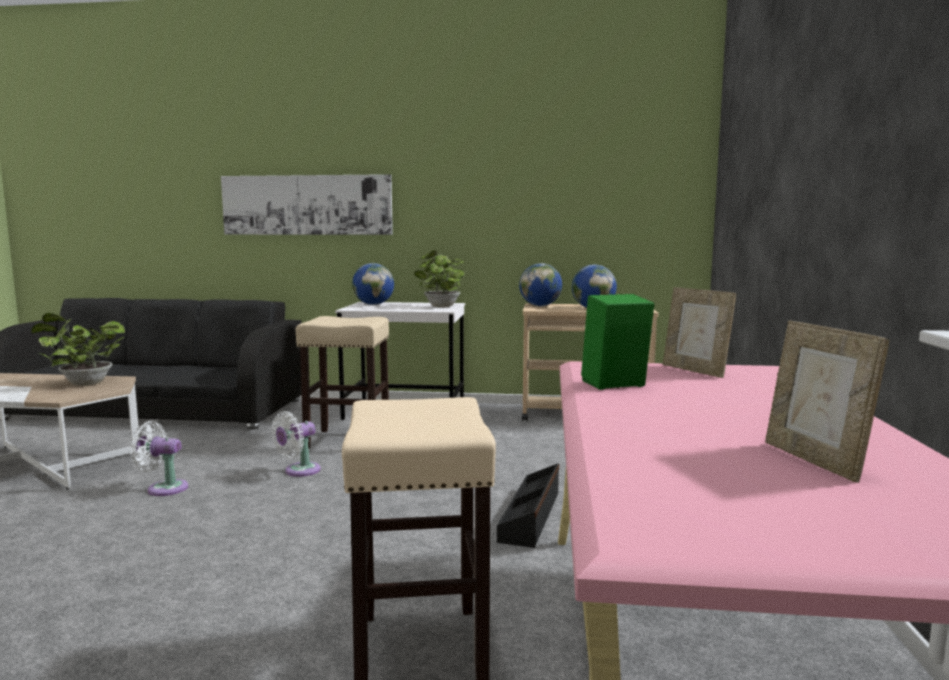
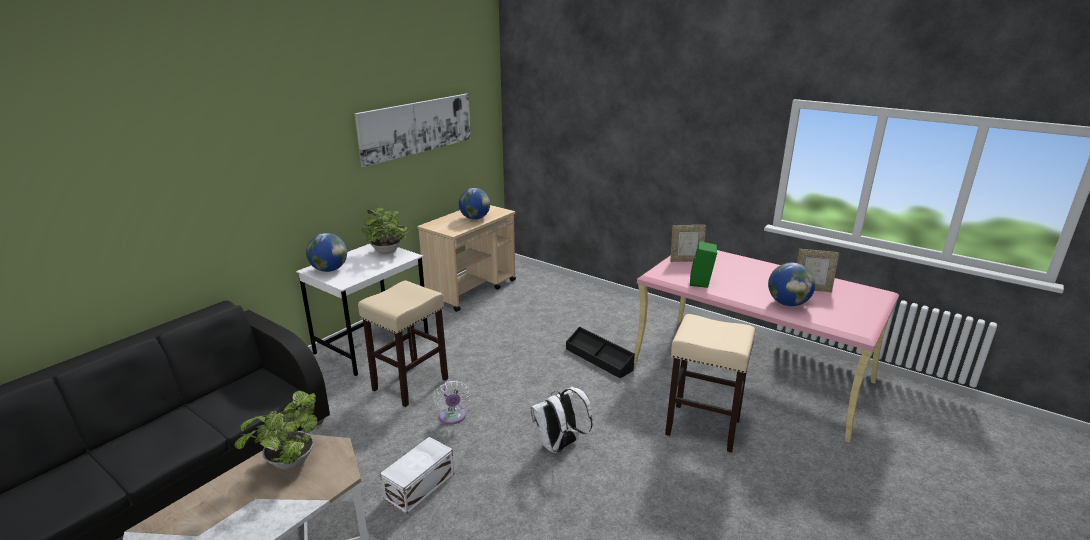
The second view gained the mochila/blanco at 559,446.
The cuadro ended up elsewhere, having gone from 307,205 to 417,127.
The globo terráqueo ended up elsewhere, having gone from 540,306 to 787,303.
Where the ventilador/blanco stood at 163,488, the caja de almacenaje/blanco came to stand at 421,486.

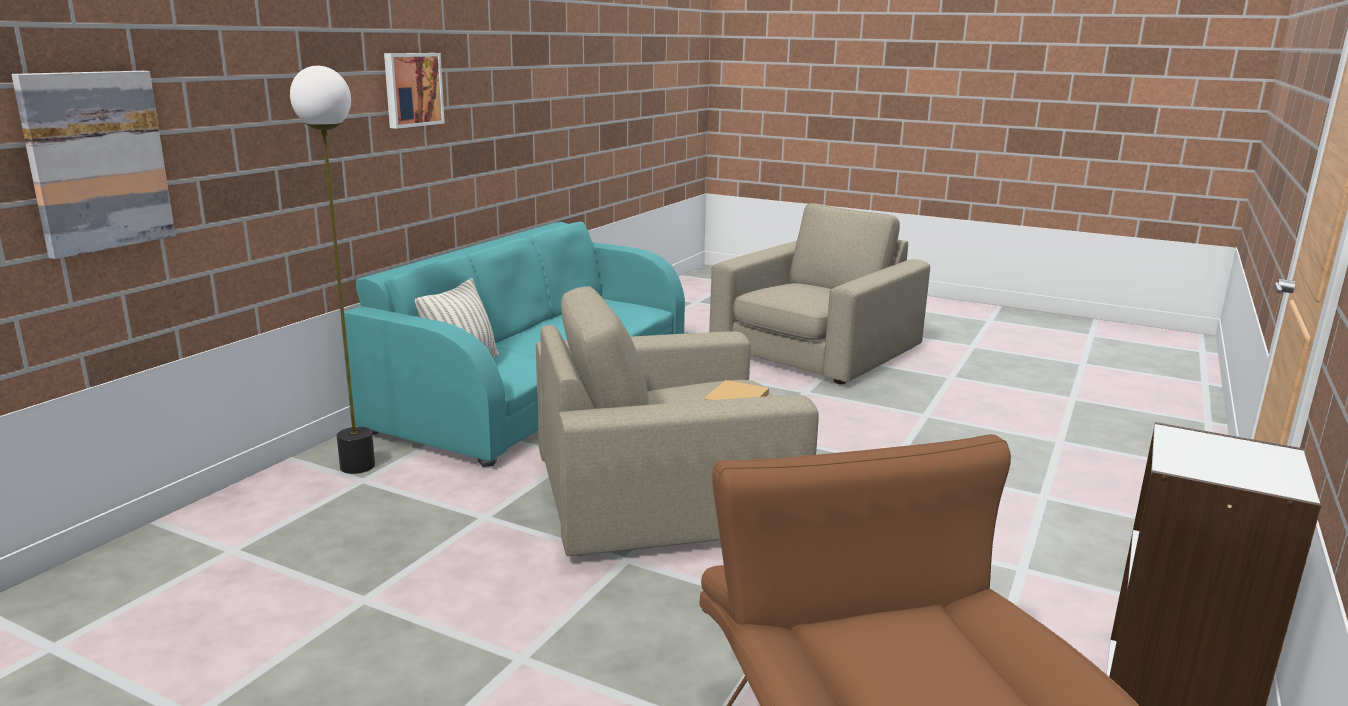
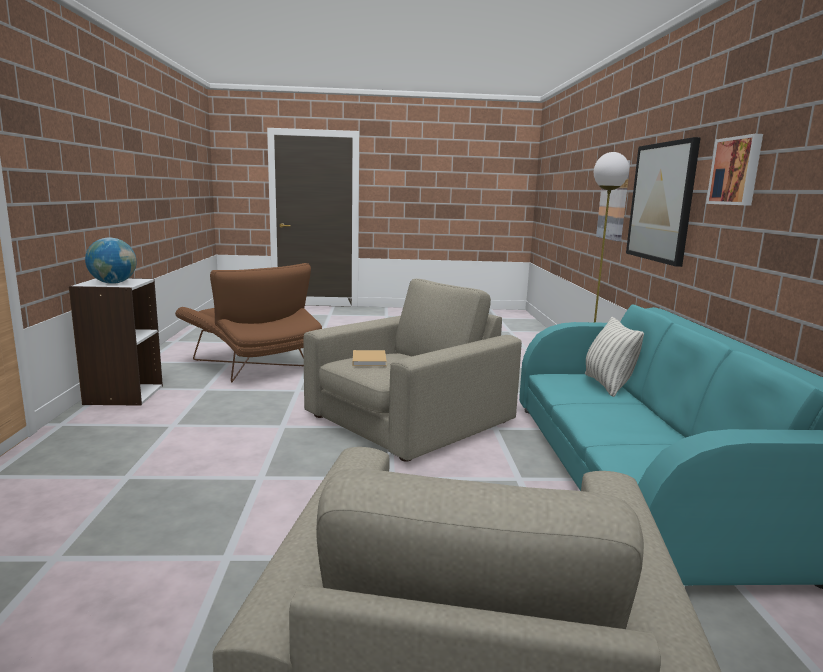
The second view gained the globo terráqueo at 113,283.
The second view gained the cuadro at 661,202.

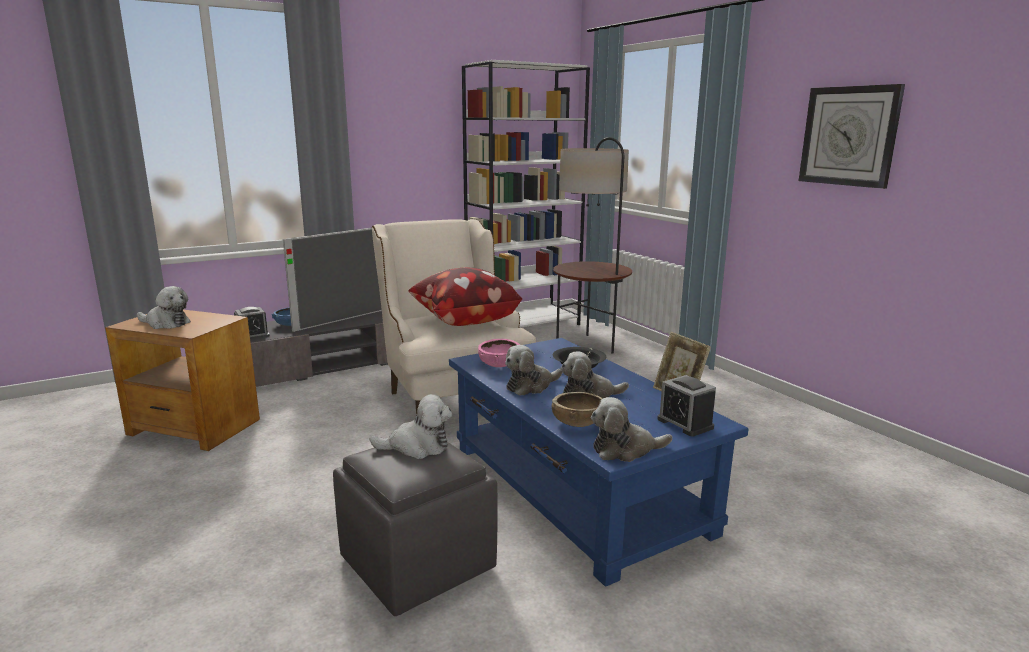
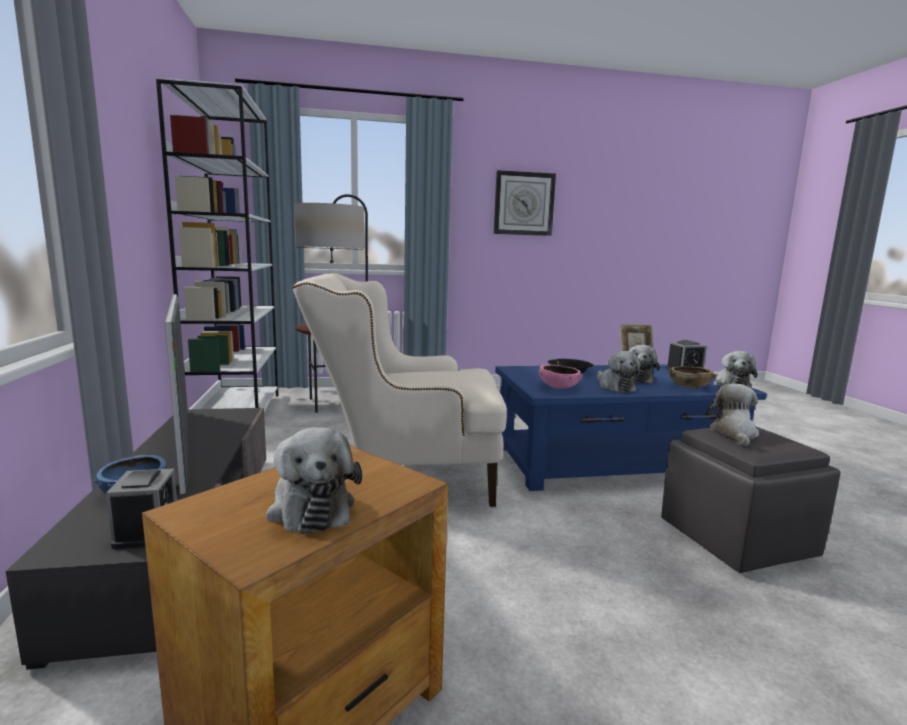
The second view lost the cojín at 463,321.
The peluche at 166,323 ended up facing another way, 120 degrees clockwise from before.

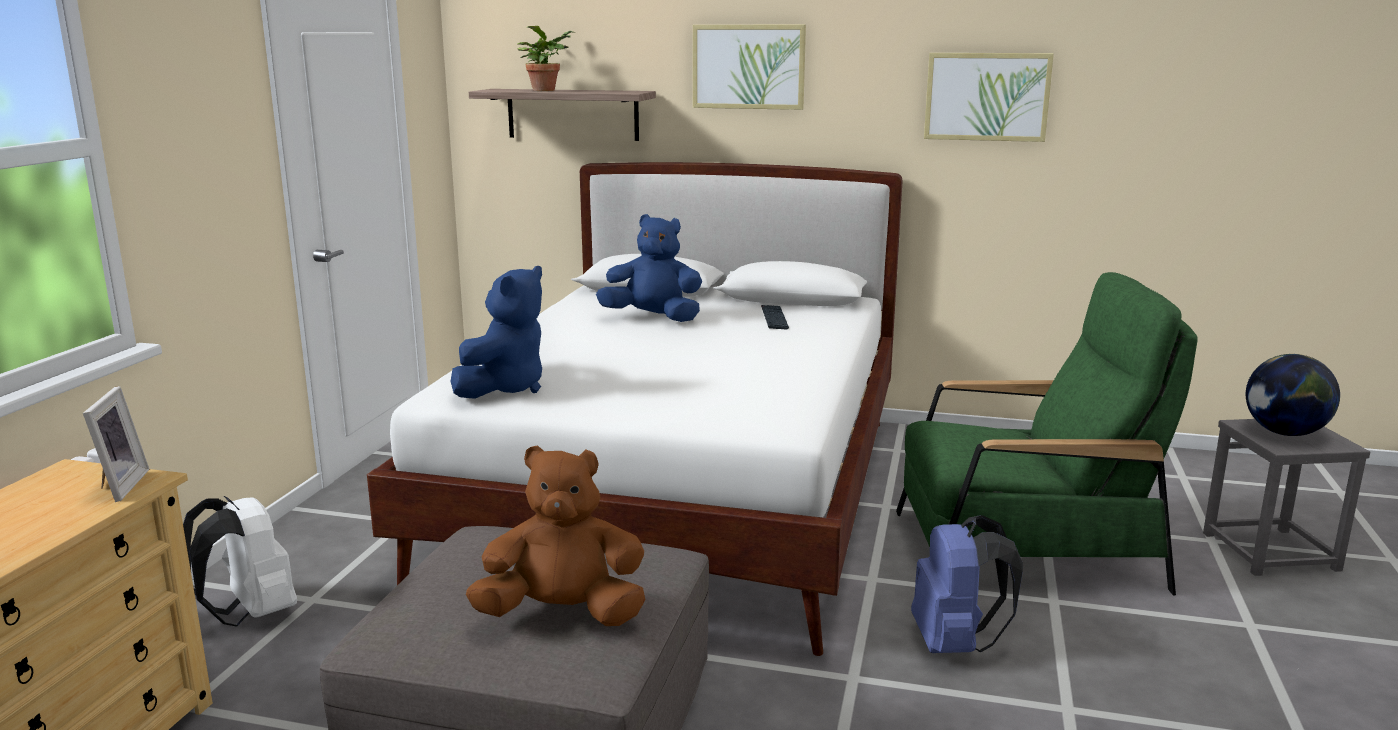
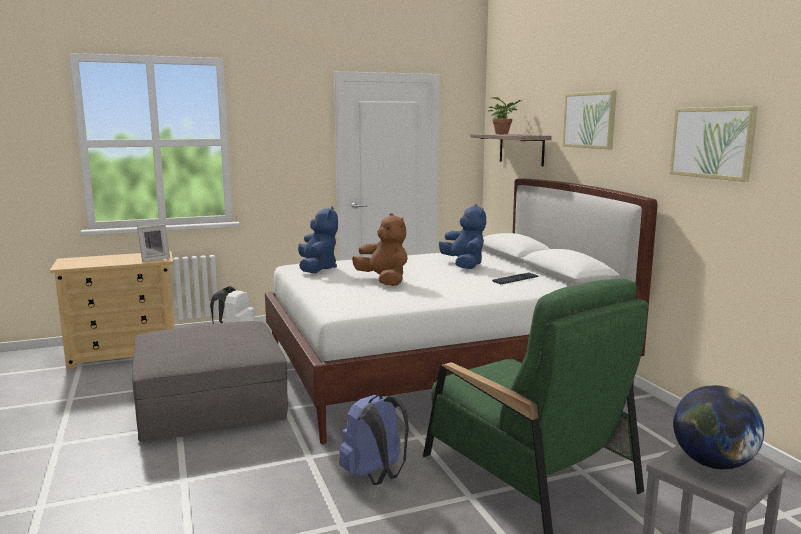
The peluche/marrón ended up elsewhere, having gone from 563,614 to 384,281.
The peluche/azul at 505,387 ended up facing another way, 90 degrees counterclockwise from before.

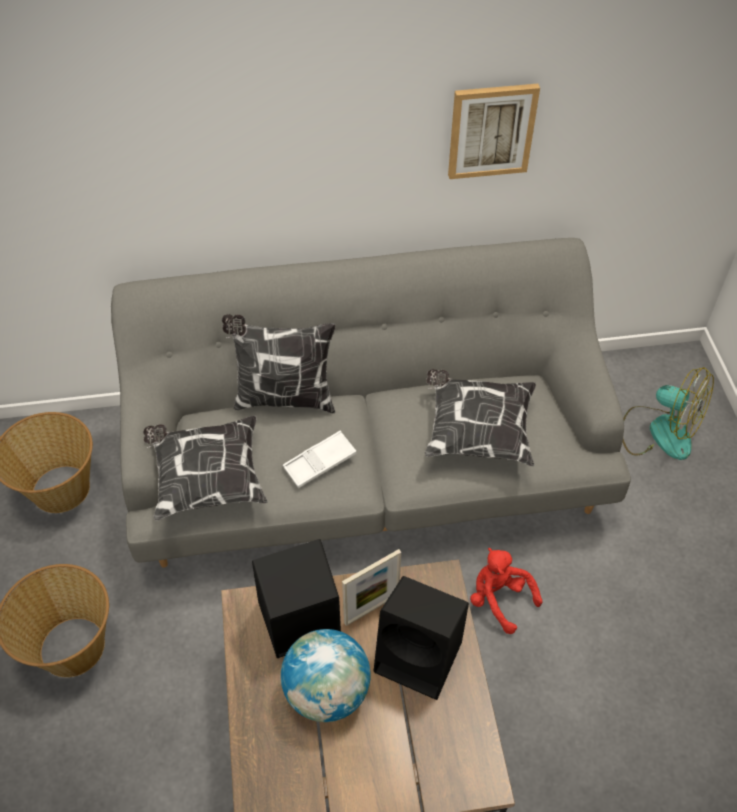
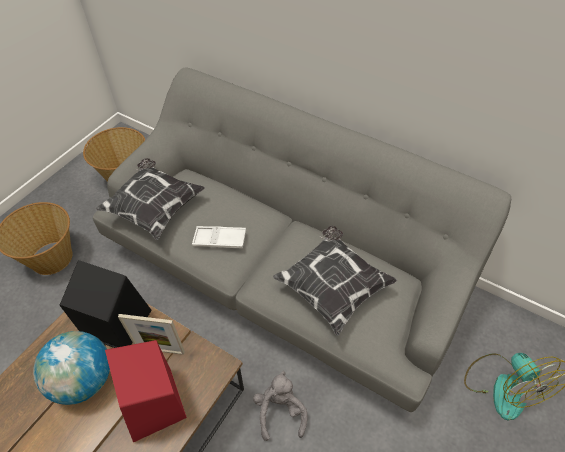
The second view lost the cojín at 283,398.
The second view lost the cuadro at 491,130.
What was the altavoz/negro at 420,657 turned into the altavoz/rojo at 154,405.
What was the peluche/rojo at 499,599 turned into the peluche/gris at 280,411.

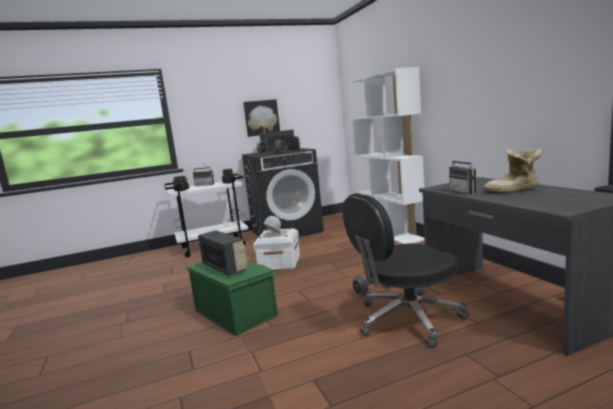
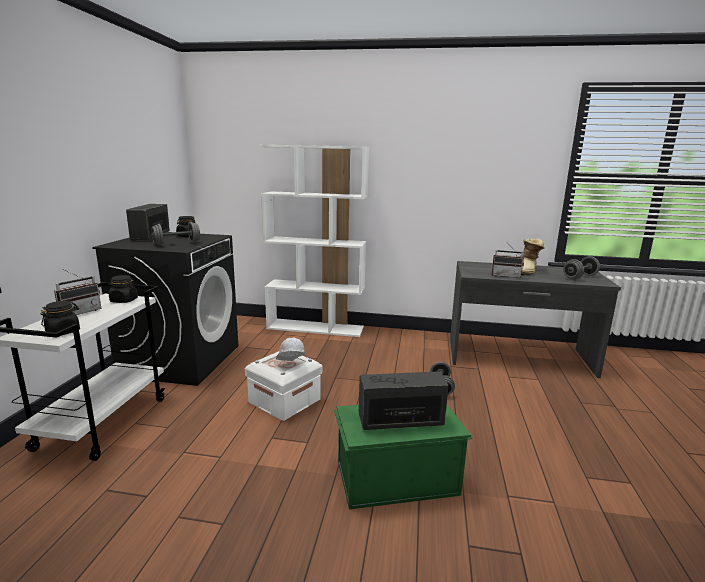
The second view lost the cuadro at 261,118.
The second view lost the silla de oficina/negro at 406,320.
The second view gained the mancuerna/gris at 580,277.

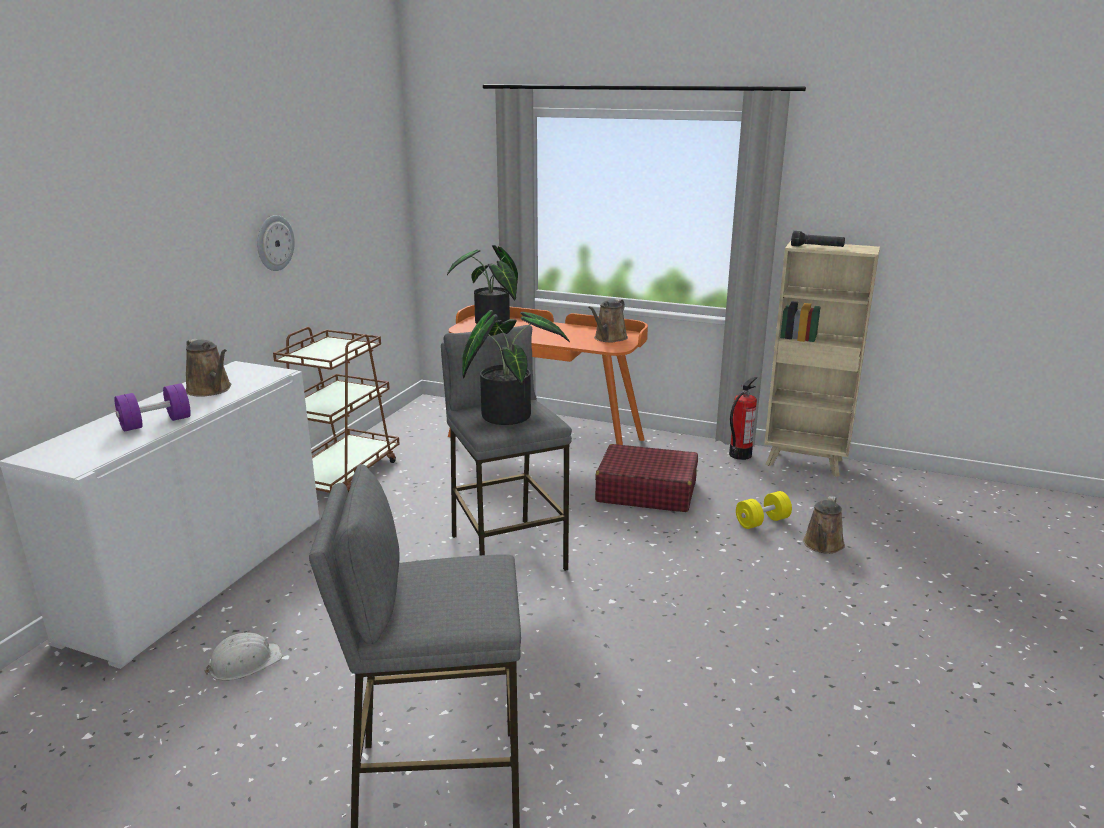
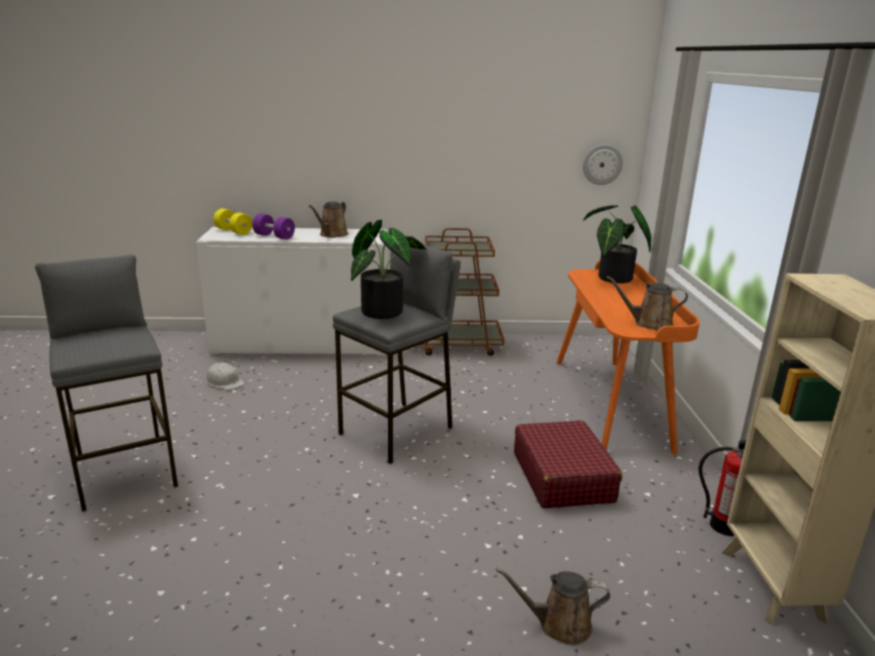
The second view lost the linterna/negro at 817,247.
The reloj de pared ended up elsewhere, having gone from 274,243 to 602,164.
The mancuerna/amarillo ended up elsewhere, having gone from 762,521 to 233,231.

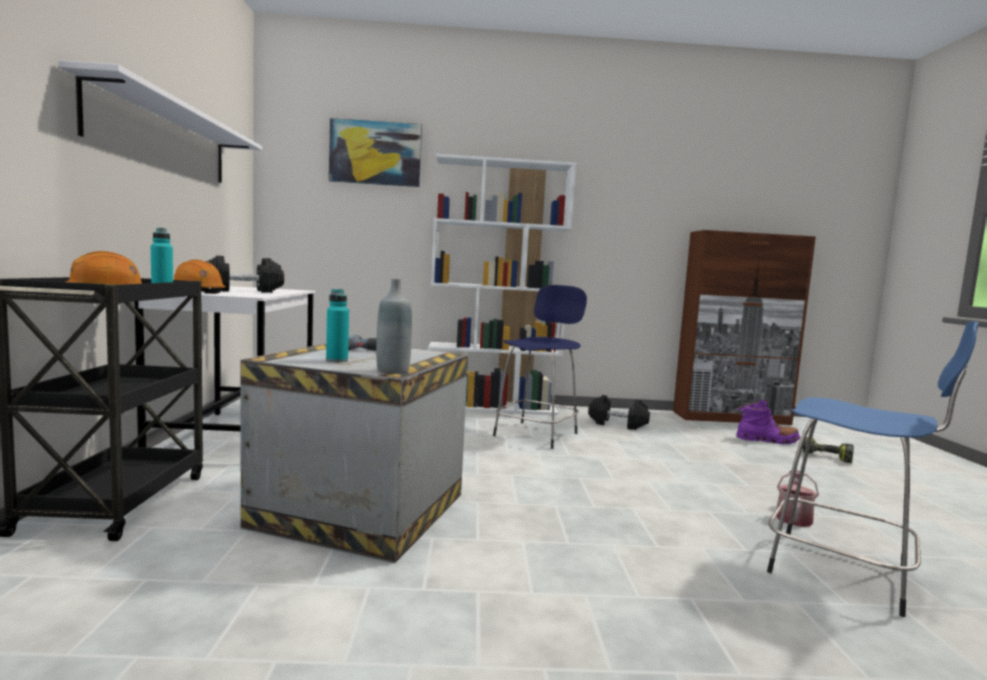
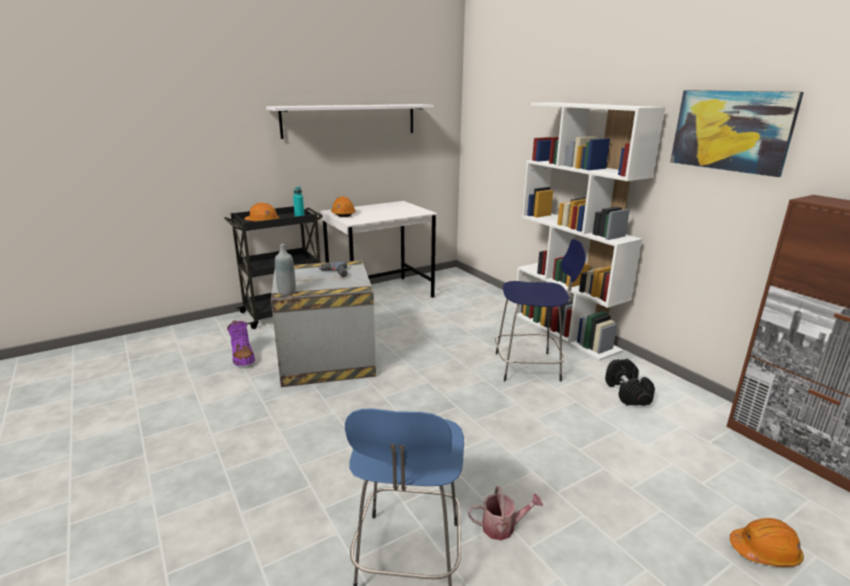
The second view lost the mancuerna/negro at 243,291.
The second view lost the botella/turquesa at 337,360.
The cuadro ended up elsewhere, having gone from 375,153 to 731,131.
The bota/morado ended up elsewhere, having gone from 767,440 to 242,356.
Where the taladro stood at 825,457, the casco/naranja came to stand at 764,551.

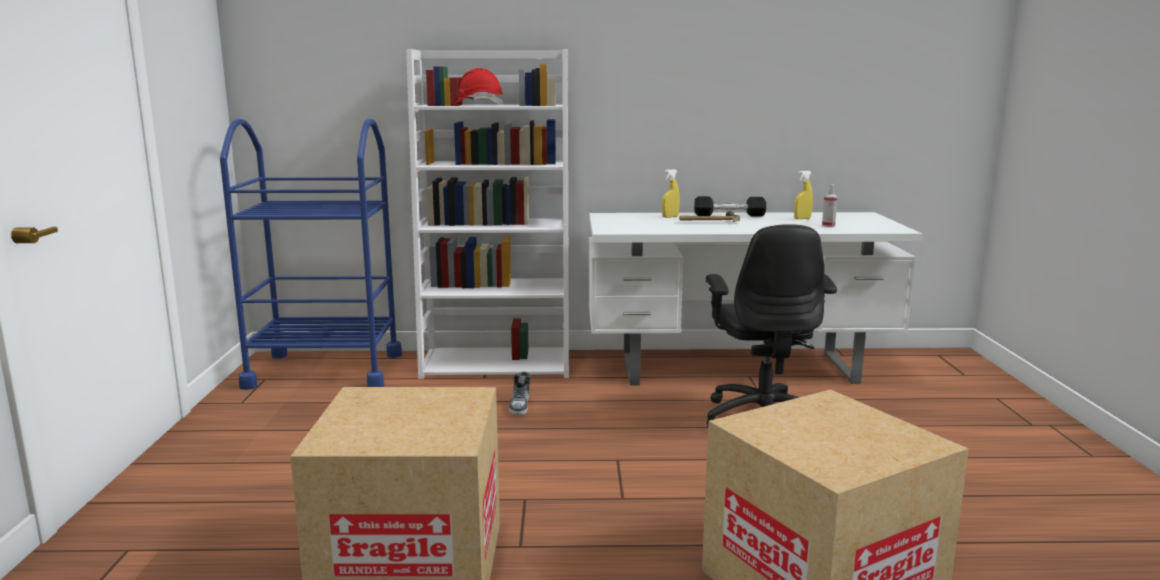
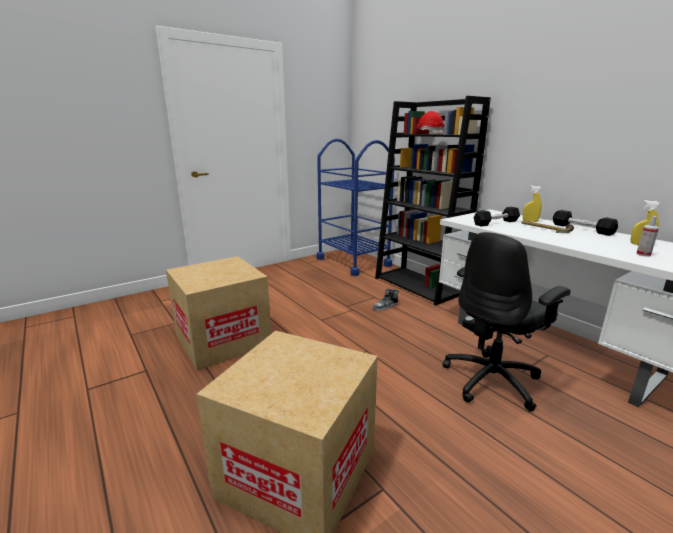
The second view gained the mancuerna/negro at 496,223.
What was the estantería/blanco at 498,364 turned into the estantería/negro at 419,285.

